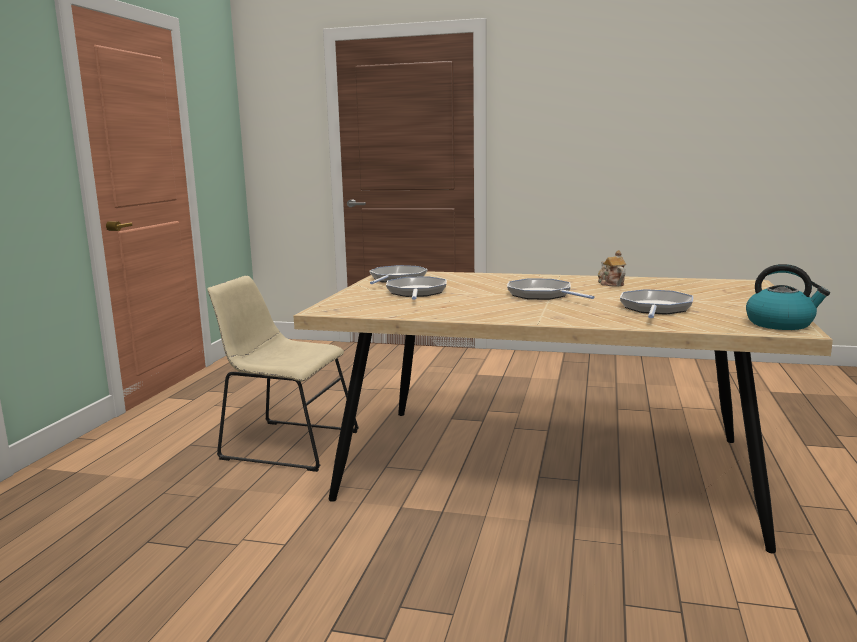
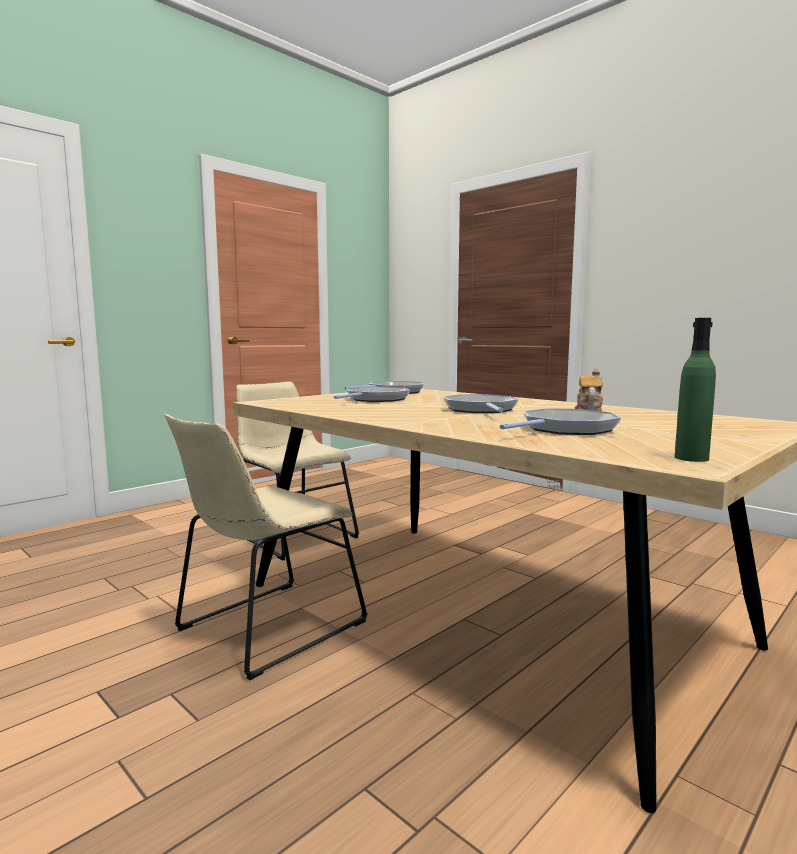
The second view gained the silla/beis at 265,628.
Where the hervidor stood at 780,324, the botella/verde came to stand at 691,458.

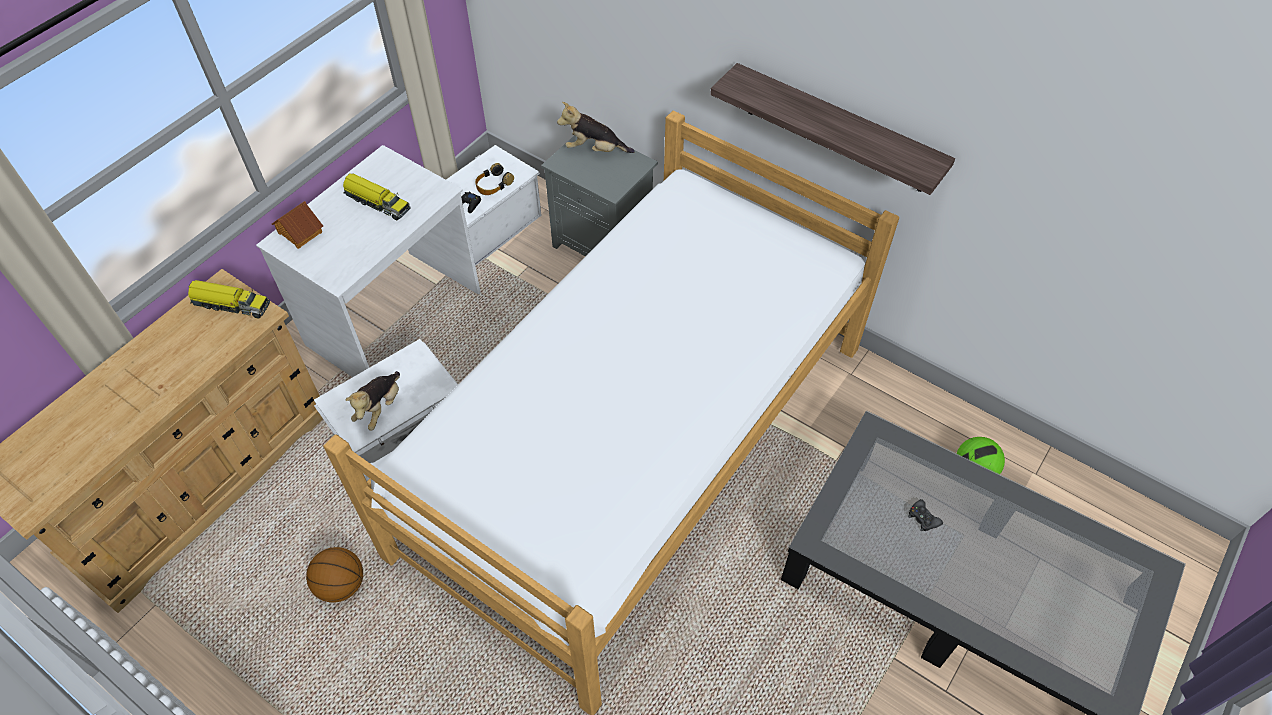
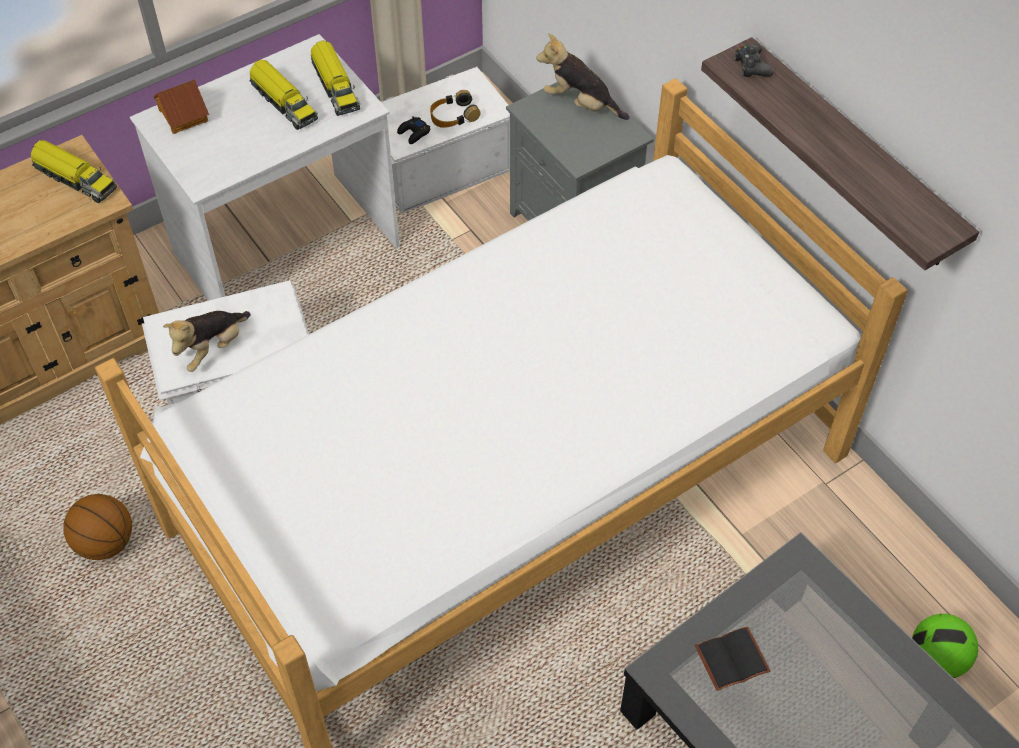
The second view gained the camión de juguete at 335,86.
The second view gained the libro/negro at 732,657.
The mando de consola/negro ended up elsewhere, having gone from 923,518 to 751,66.

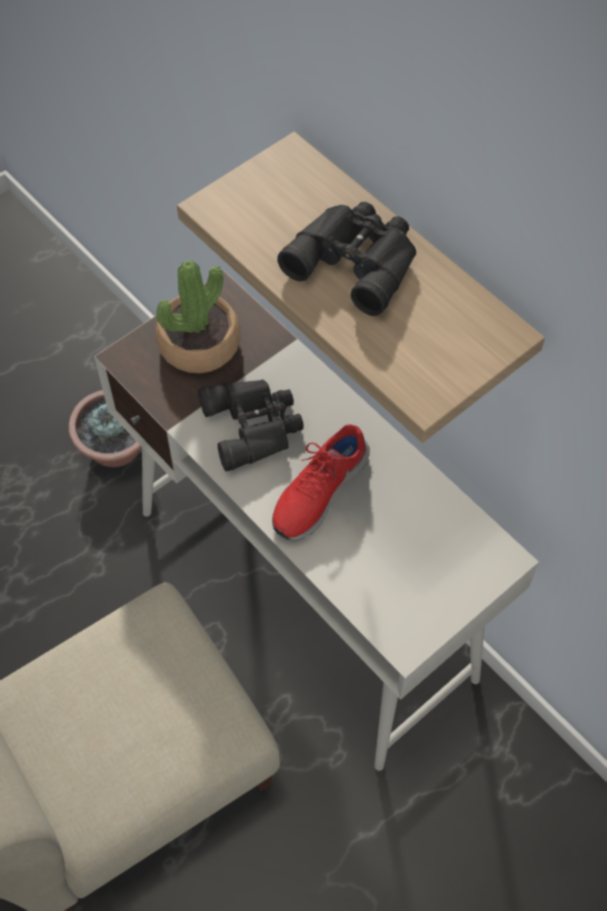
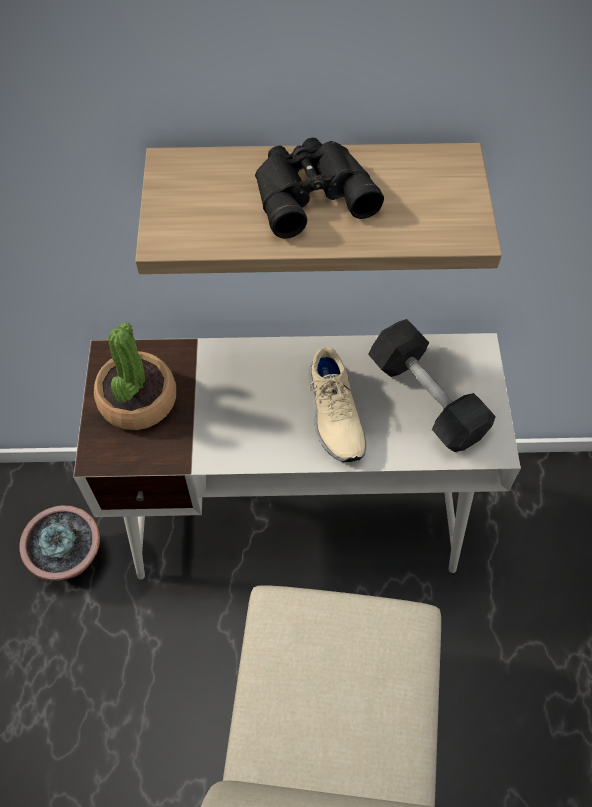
The second view lost the prismáticos/negro at 254,425.
The second view gained the mancuerna/gris at 426,398.
What was the zapato/rojo at 318,491 turned into the zapato/beis at 333,414.

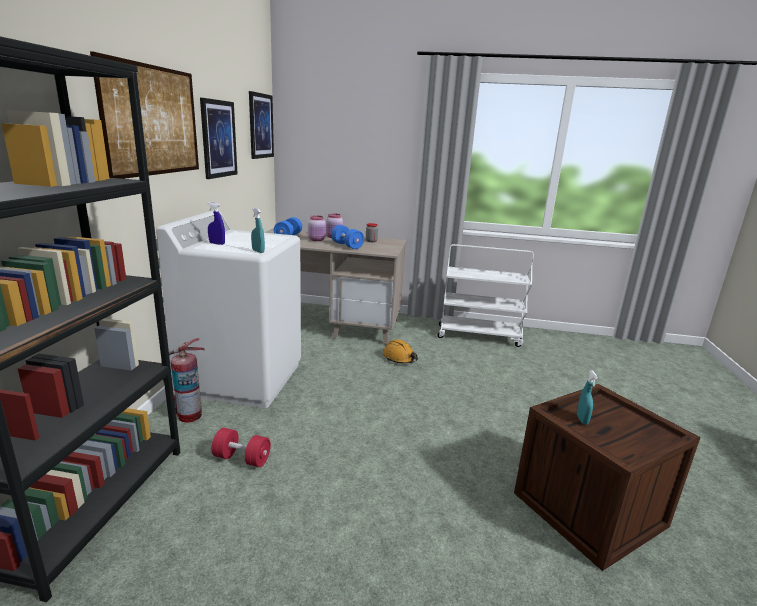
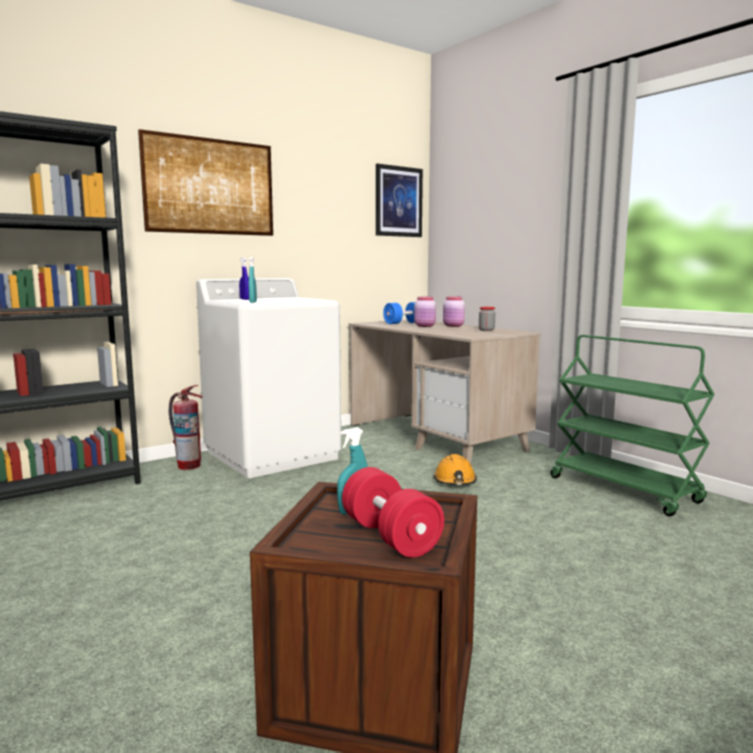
The second view lost the cuadro at 218,139.
The second view lost the mancuerna/azul at 347,245.
The mancuerna/rojo ended up elsewhere, having gone from 242,458 to 390,536.
What was the carrito/blanco at 479,335 turned into the carrito/verde at 624,490.

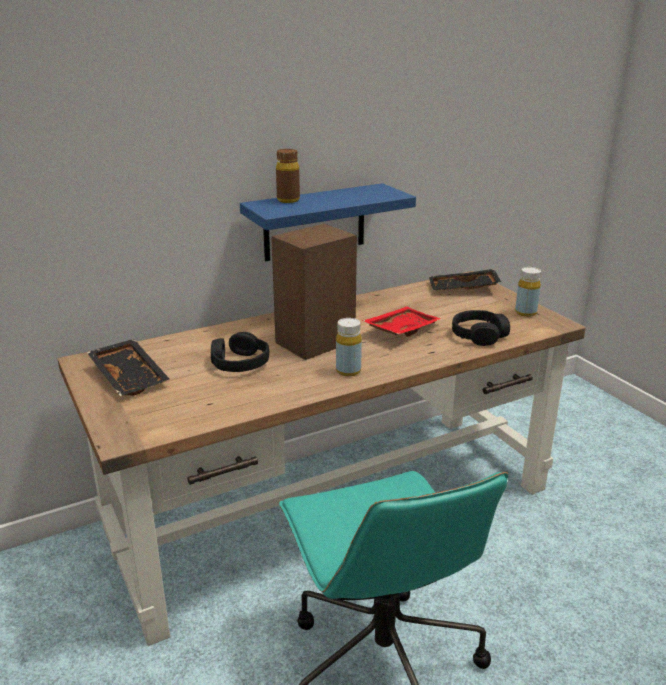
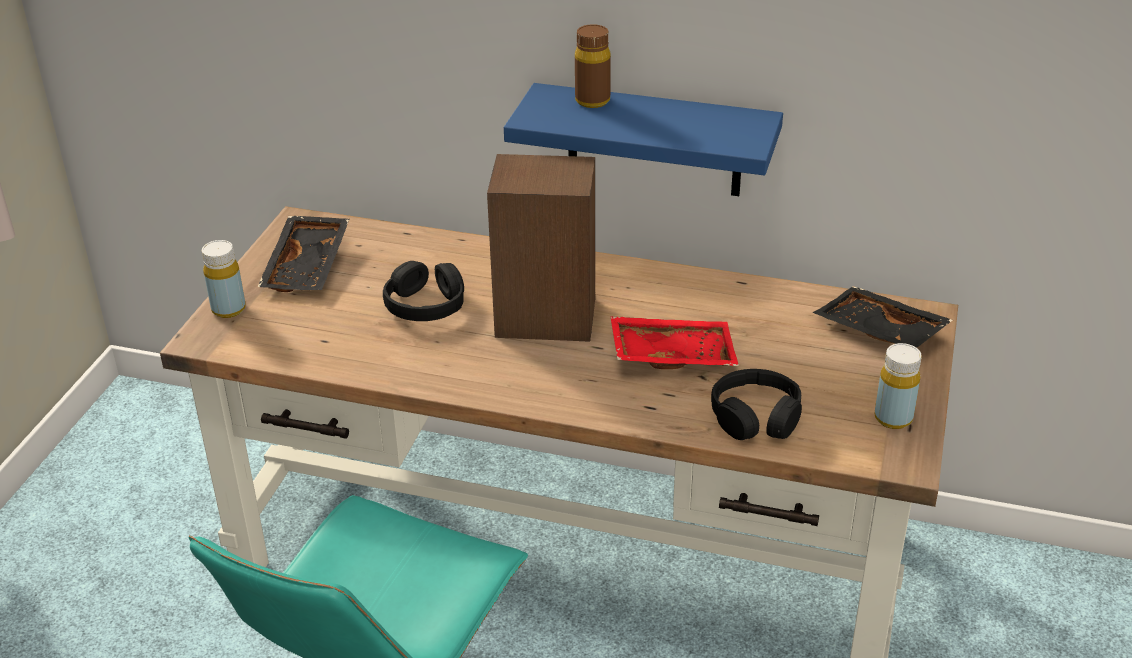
The botella/amarillo ended up elsewhere, having gone from 348,371 to 228,309.

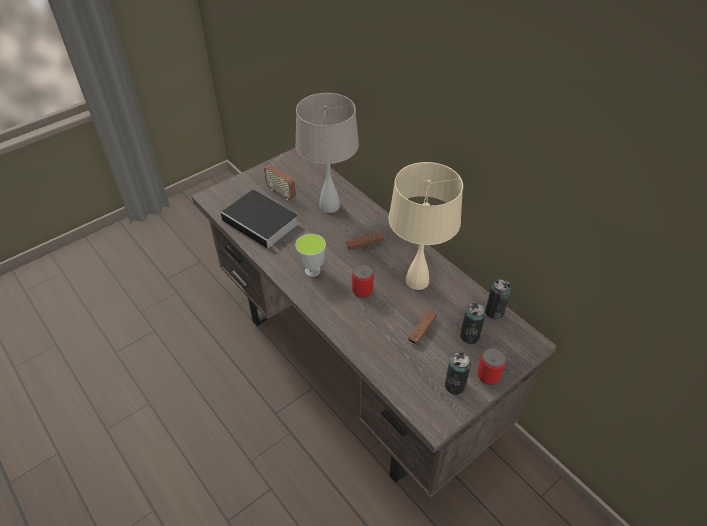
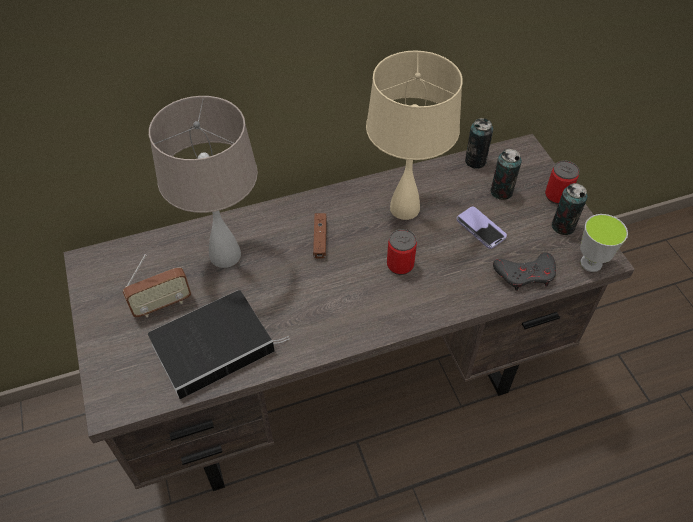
The second view gained the mando de consola/gris at 525,274.
The taza ended up elsewhere, having gone from 312,271 to 591,263.
Where the mando de consola/marrón stood at 422,330, the móvil came to stand at 481,228.

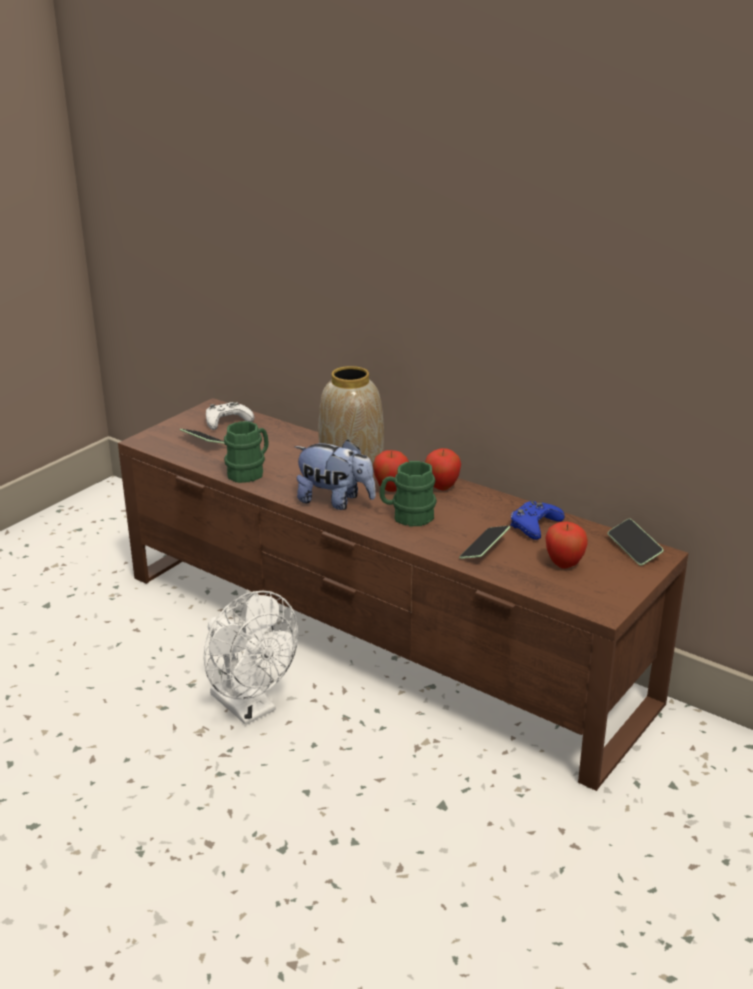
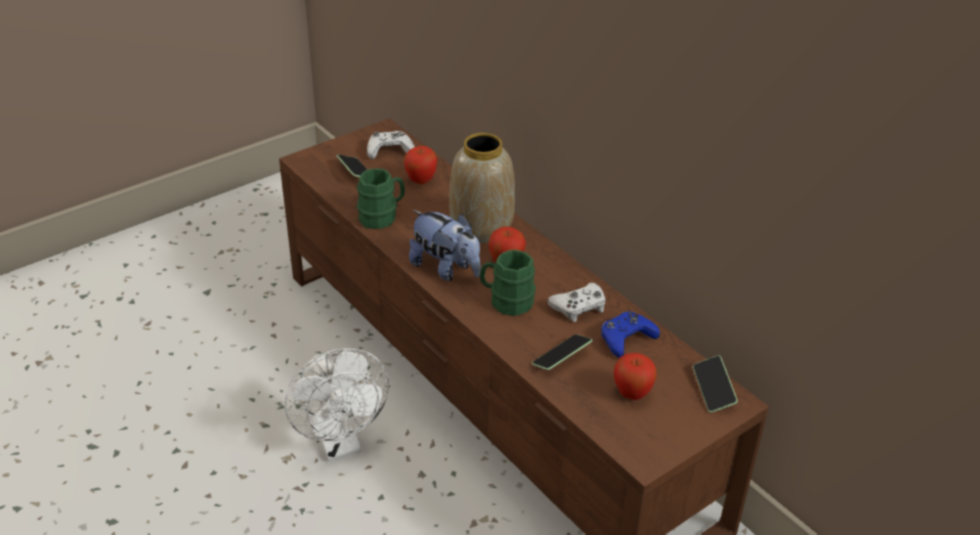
The second view gained the mando de consola/blanco at 579,307.
The manzana ended up elsewhere, having gone from 442,487 to 421,181.

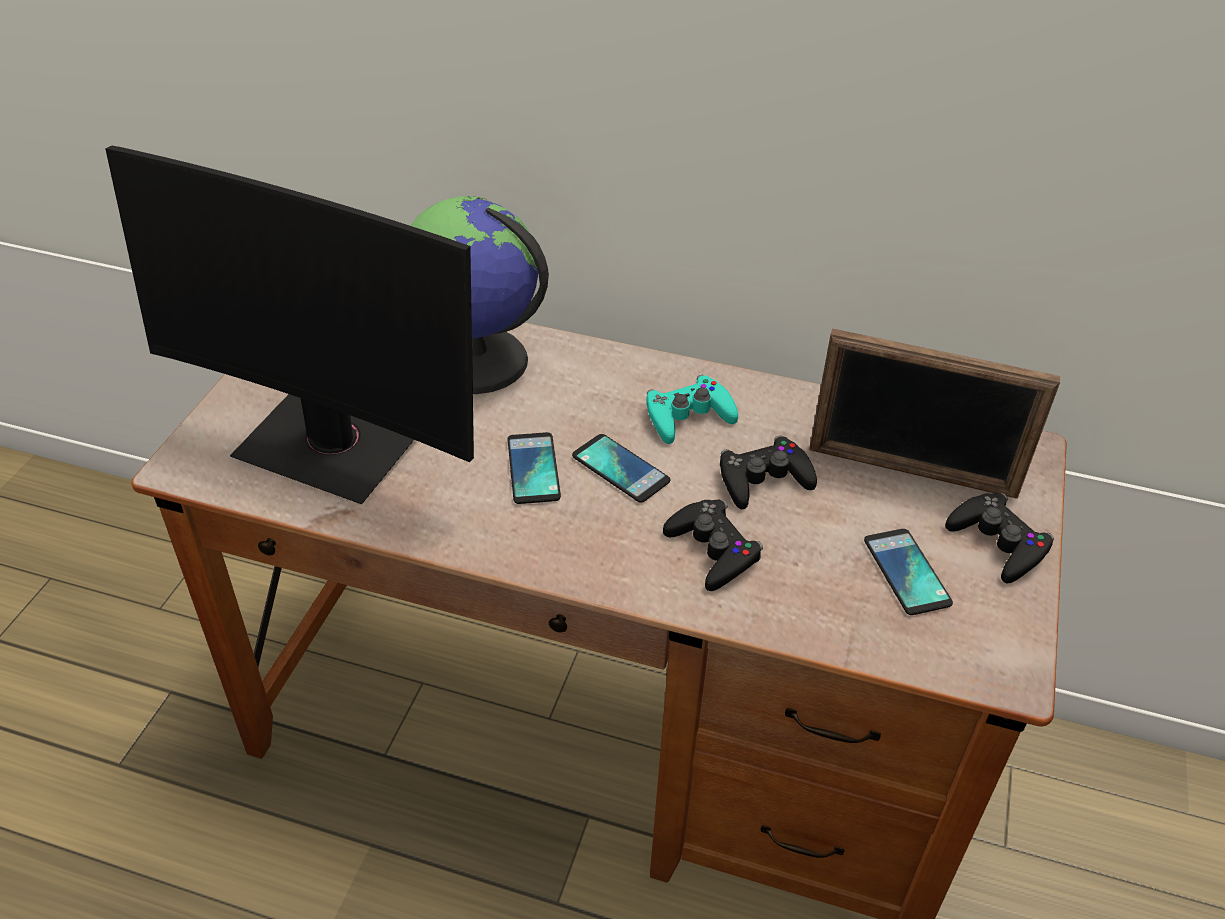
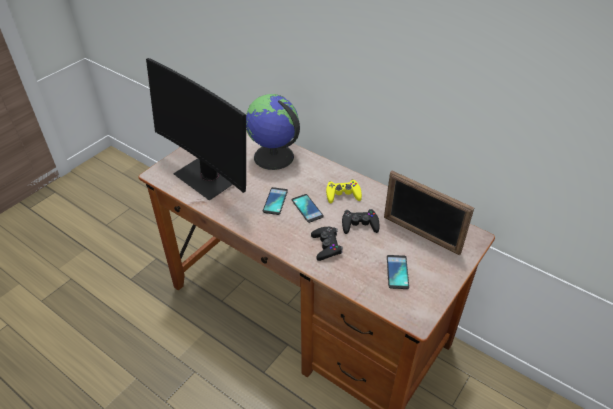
The second view lost the mando de consola/negro at 997,543.
What was the mando de consola/turquesa at 688,416 turned into the mando de consola/amarillo at 343,194.

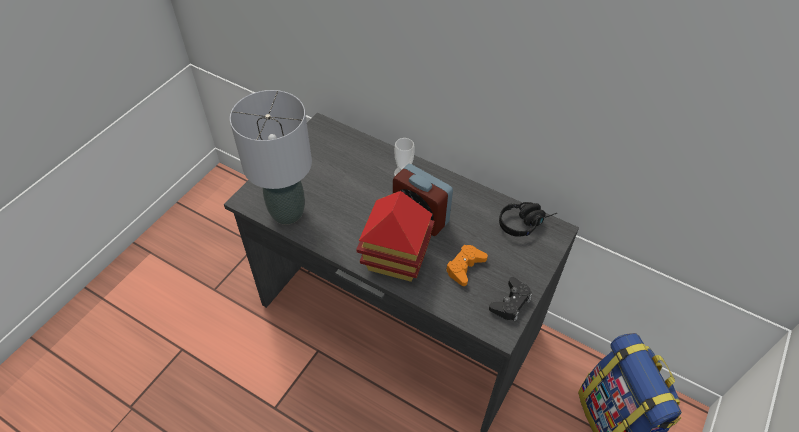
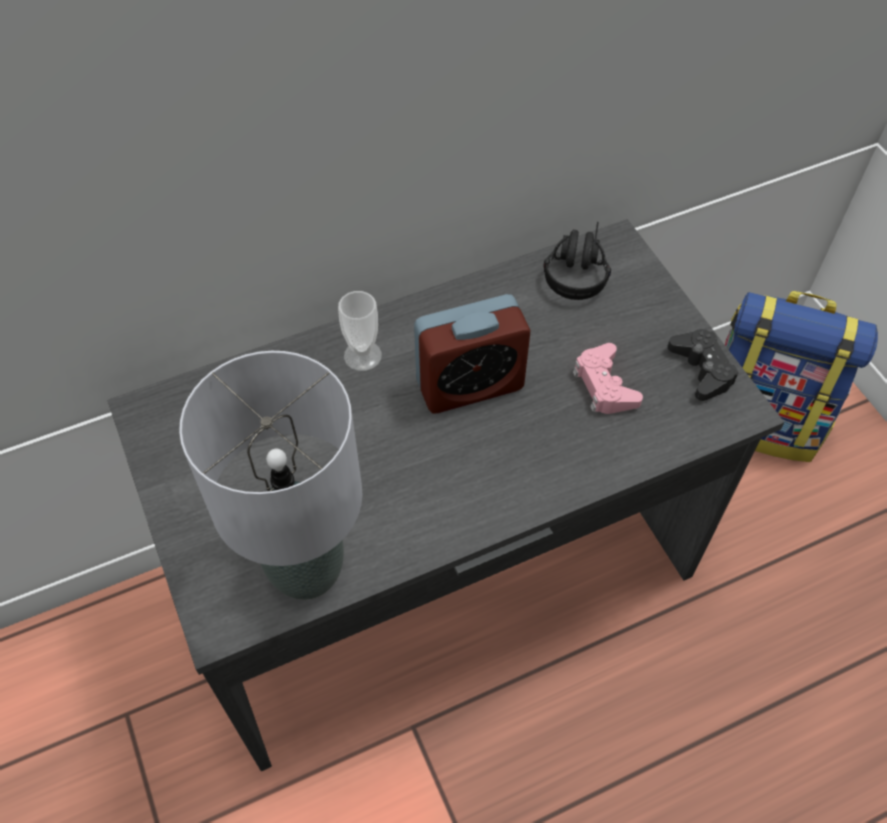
The second view lost the casita at 395,260.
What was the mando de consola/naranja at 464,267 turned into the mando de consola/rosa at 604,385.

